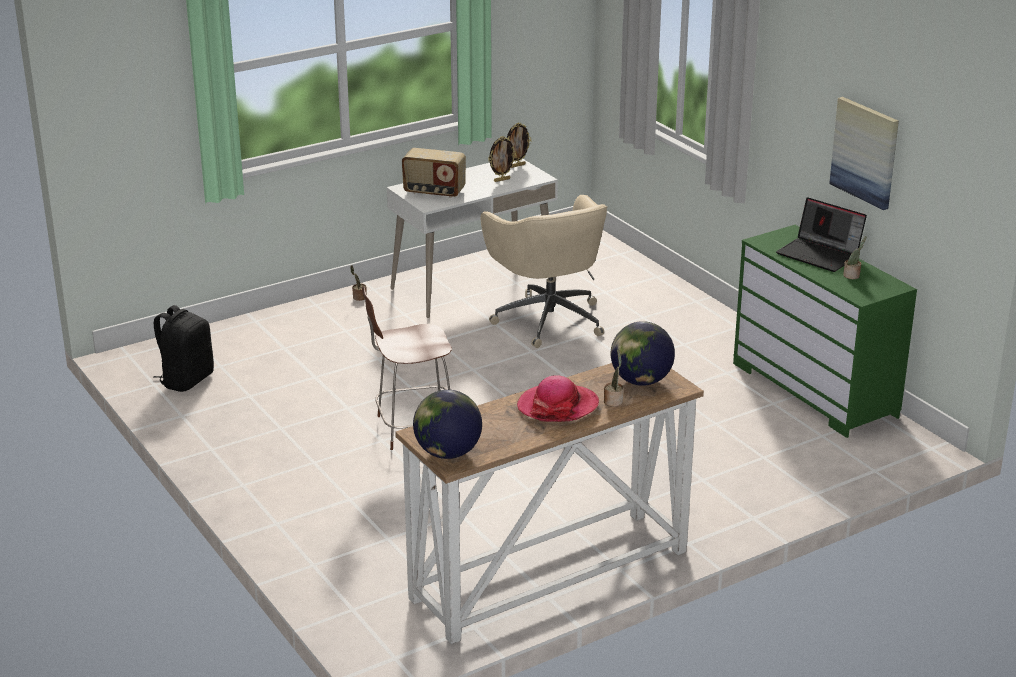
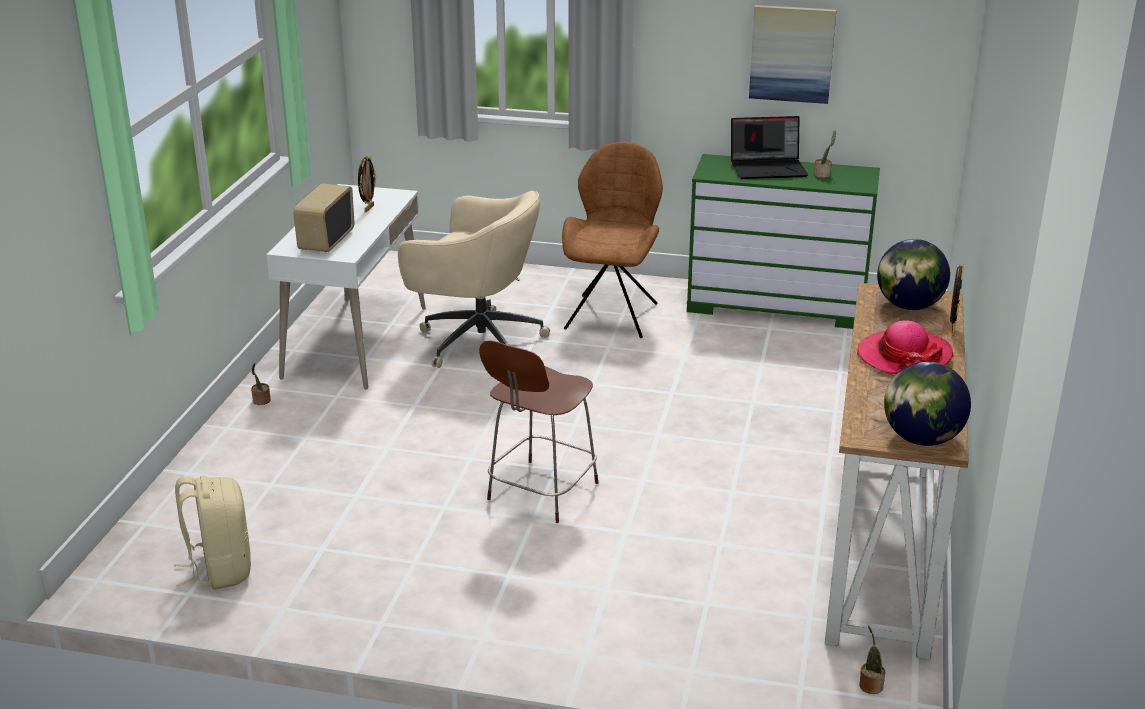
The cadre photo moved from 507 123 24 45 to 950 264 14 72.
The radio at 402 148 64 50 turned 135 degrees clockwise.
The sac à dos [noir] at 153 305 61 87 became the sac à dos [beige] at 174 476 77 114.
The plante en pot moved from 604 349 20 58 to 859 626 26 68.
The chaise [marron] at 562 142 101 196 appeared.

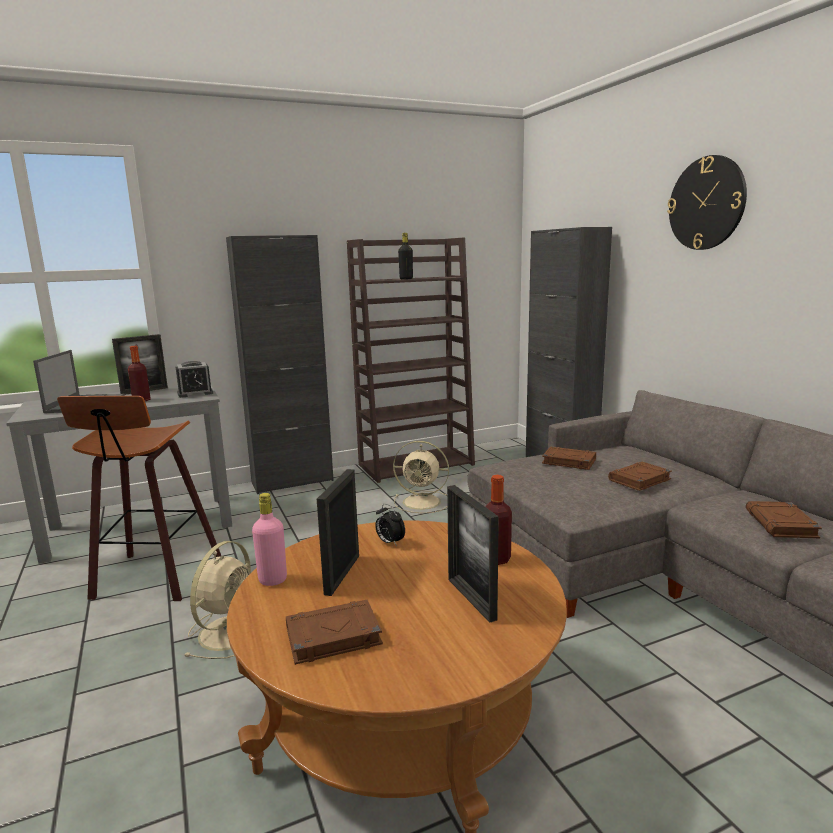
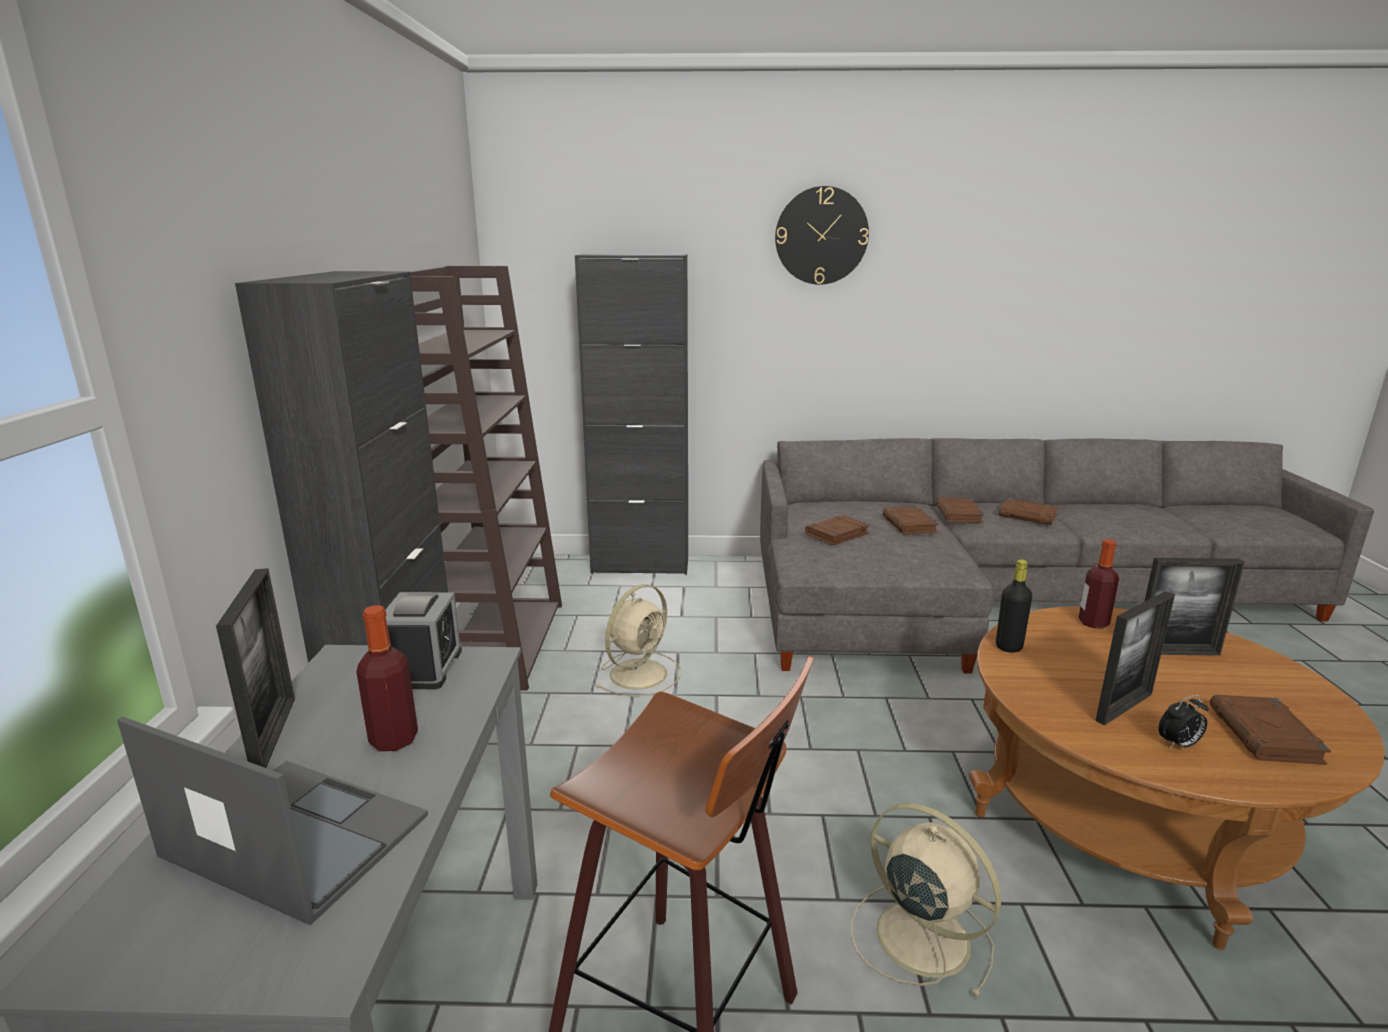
The bouteille [noir] moved from 398 233 15 46 to 996 560 36 93.
The cadre photo at 317 469 42 127 turned 75 degrees counterclockwise.
The bouteille [rose] at 252 493 35 93 disappeared.
The réveil moved from 375 504 30 43 to 1158 695 50 54.
The livre [marron] at 936 498 48 25 appeared.

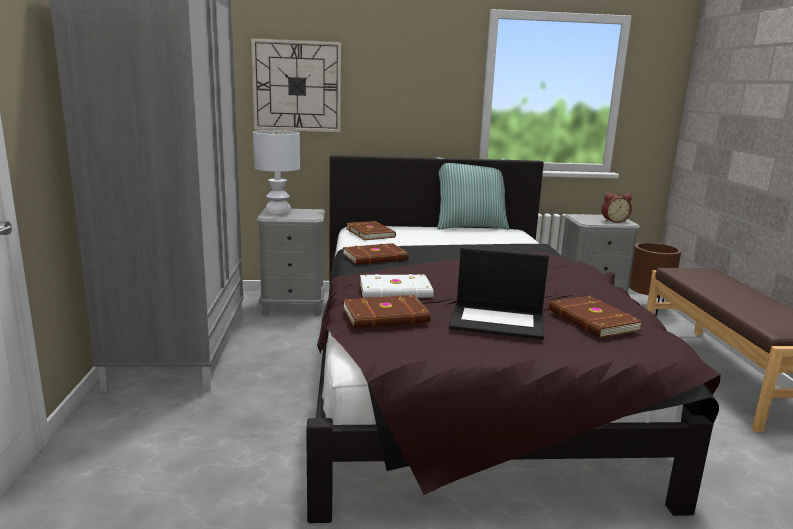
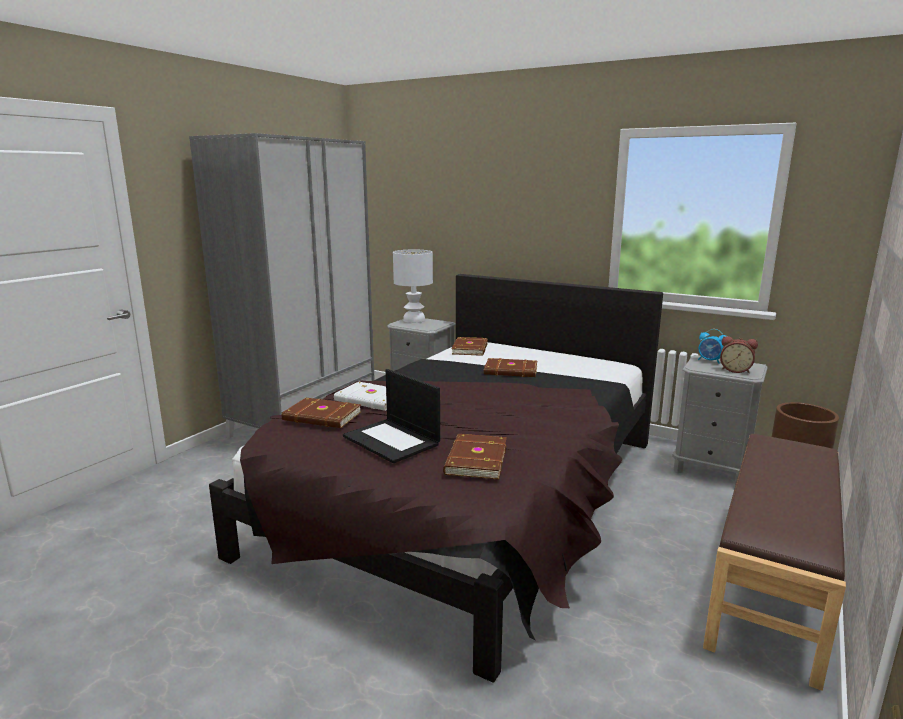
The horloge murale at 251 38 90 94 disappeared.
The coussin at 436 157 73 73 disappeared.
The livre [marron] moved from 343 243 66 21 to 484 358 53 19.
The réveil at 698 329 28 35 appeared.

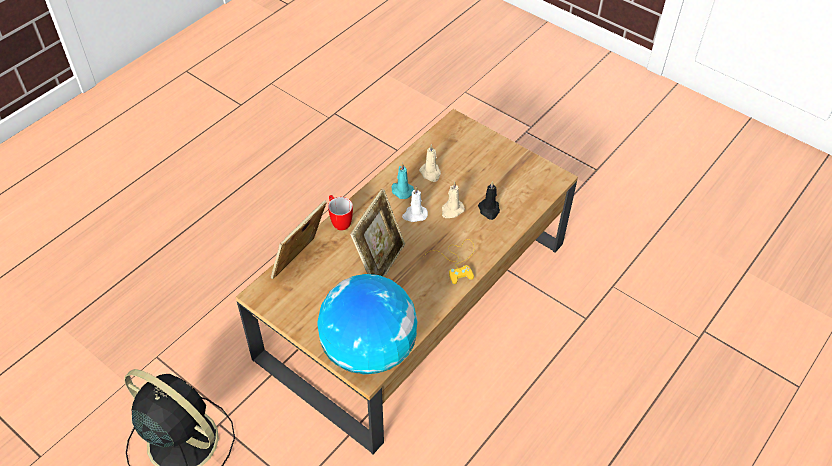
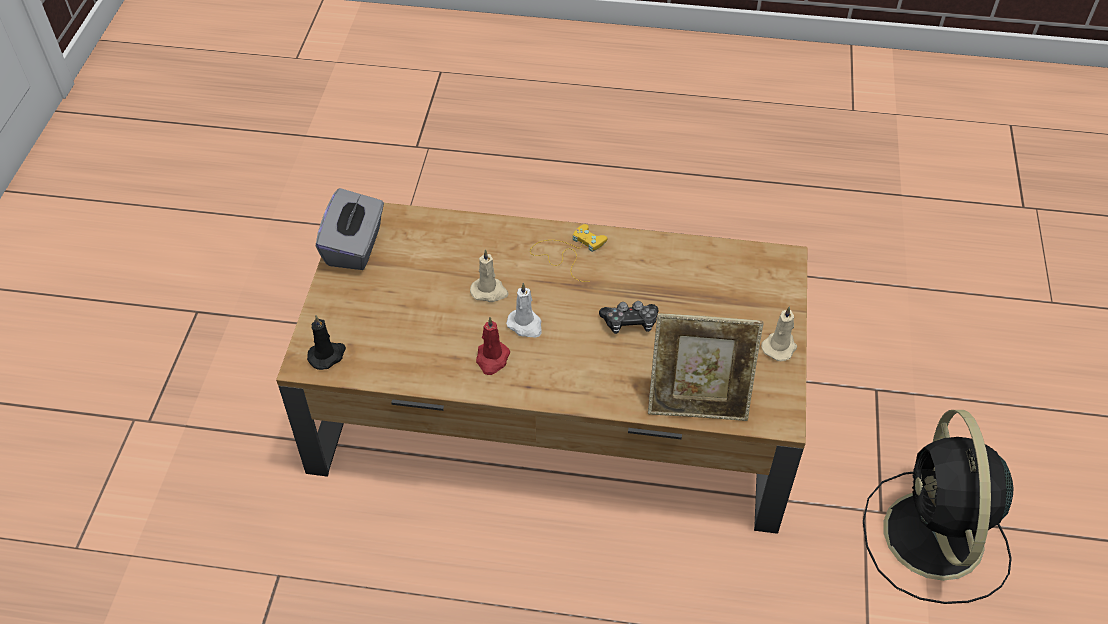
The bougie [beige] moved from 419 144 22 38 to 761 306 36 55.
The bougie [turquoise] at 392 163 22 36 became the bougie [rouge] at 476 317 34 58.
The bougie [noir] moved from 478 181 22 39 to 307 315 39 55.
The cadre photo at 350 188 55 89 was replaced by the manette at 599 301 59 33.
The mug at 328 195 25 35 disappeared.
The globe at 318 274 99 100 disappeared.
The boîte à mouchoirs [gris] at 316 188 68 82 appeared.

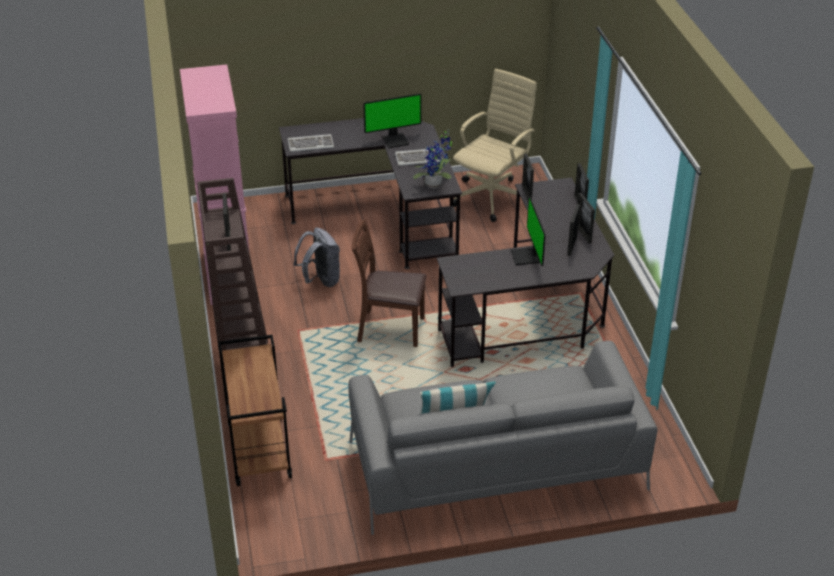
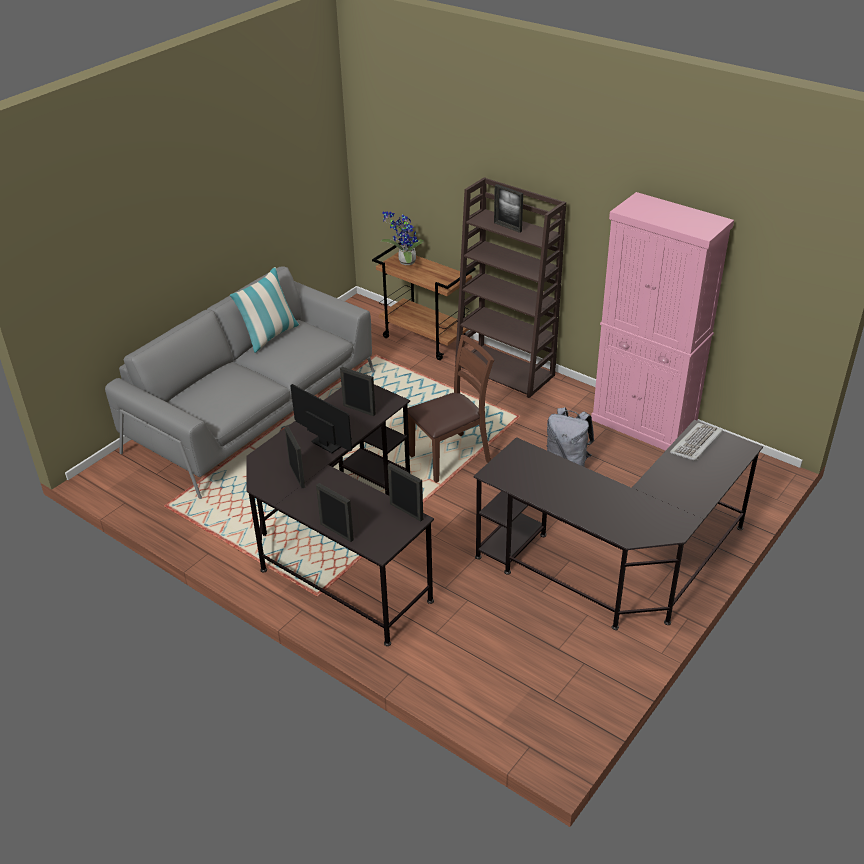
The chaise de bureau [beige] at 453 69 84 153 disappeared.
The écran d'ordinateur at 363 93 59 55 disappeared.
The plante en pot moved from 413 129 39 59 to 381 212 43 53.
The clavier at 395 148 47 18 disappeared.
The cadre photo moved from 577 193 18 50 to 340 367 36 49.

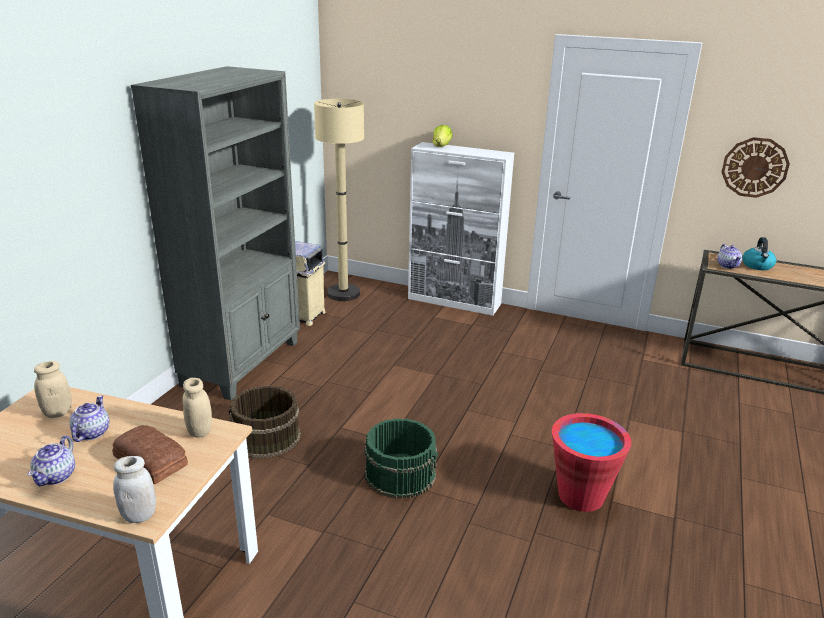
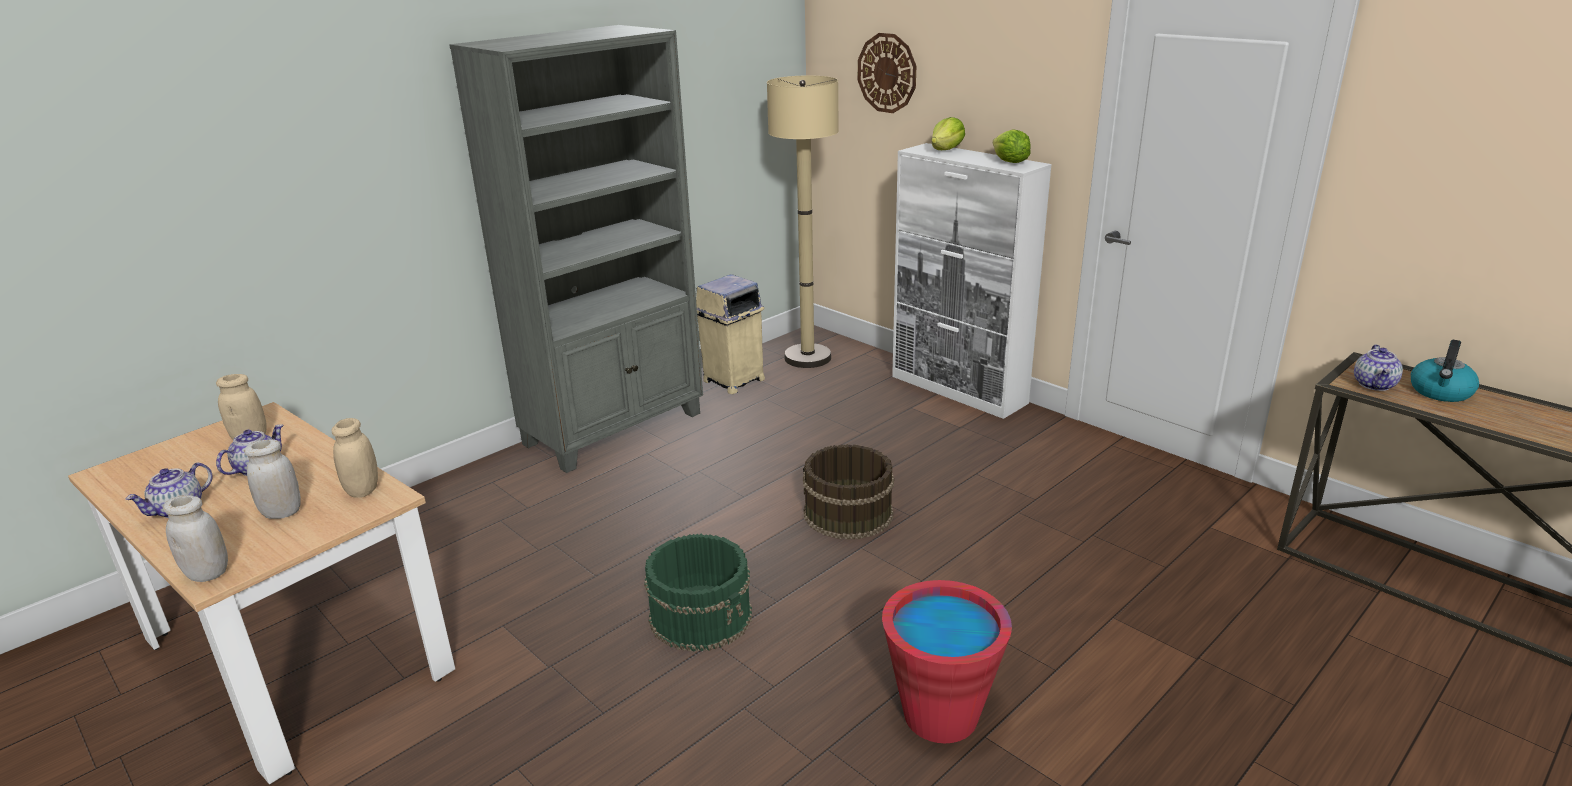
The horloge murale moved from 722 137 68 61 to 858 33 58 80.
The seau [marron] moved from 229 386 72 72 to 803 444 91 96.
The pain at 112 425 76 59 was replaced by the bocal [blanc] at 244 439 57 80.
The laitue at 993 129 38 34 appeared.

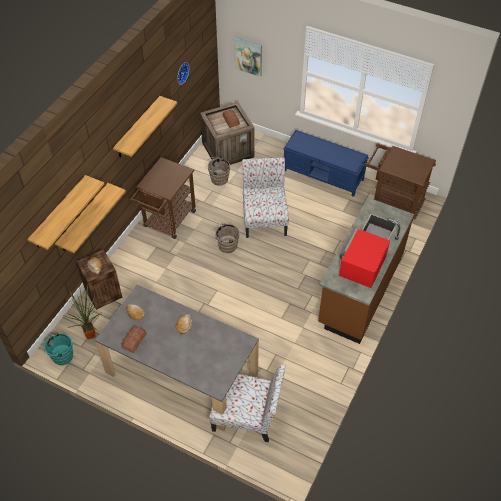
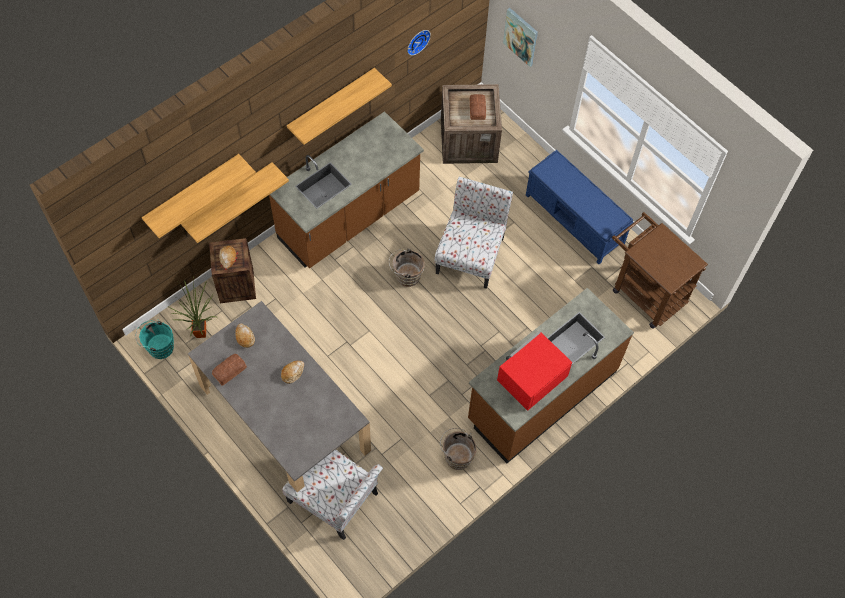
The chariot [marron] at 130 157 66 82 was replaced by the comptoir de cuisine [marron] at 269 111 155 157.
The seau [marron] moved from 205 157 25 29 to 440 428 37 42.

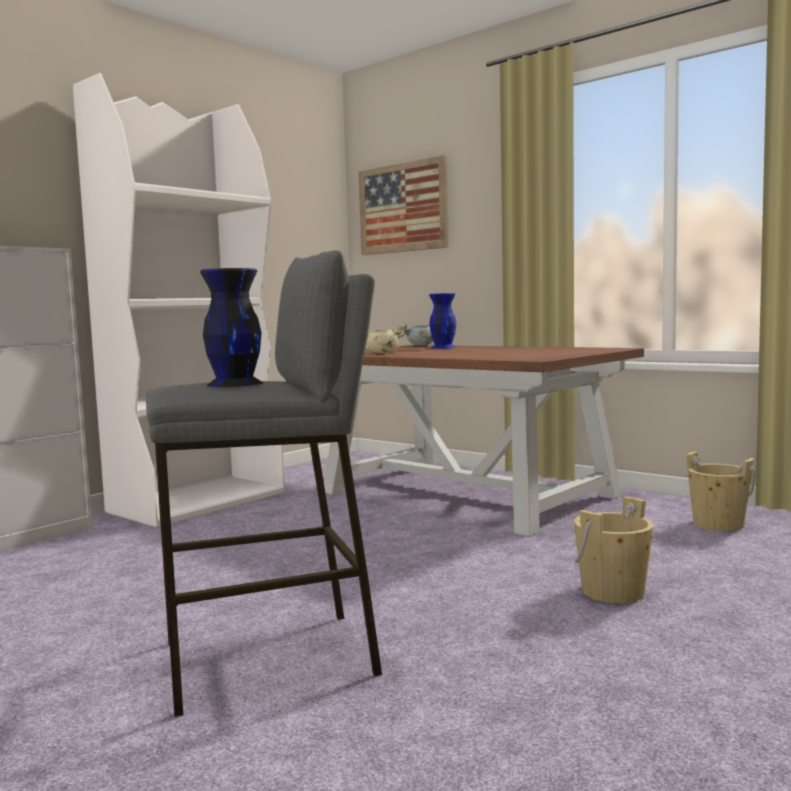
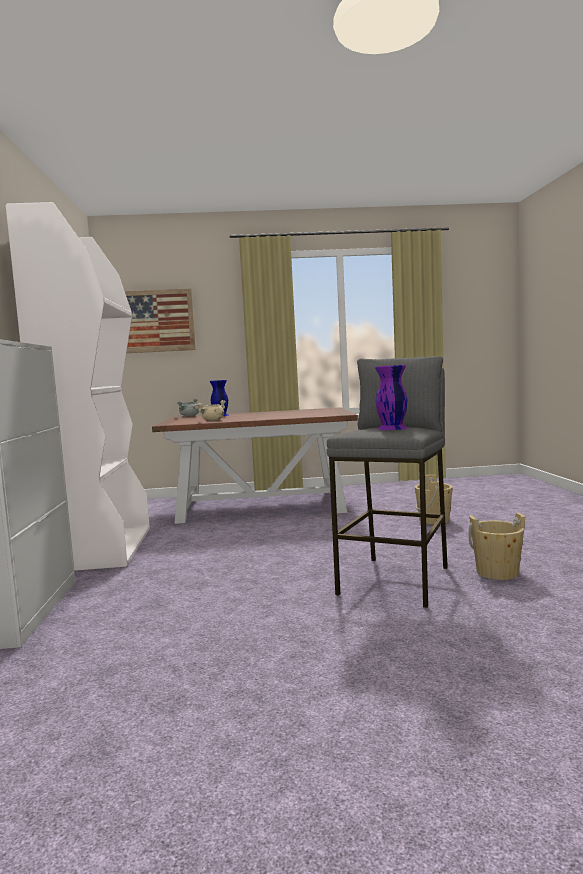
The vase [noir] at 200 268 63 119 became the vase [violet] at 375 365 33 65.
The seau [beige] moved from 686 452 69 79 to 469 513 56 67.

